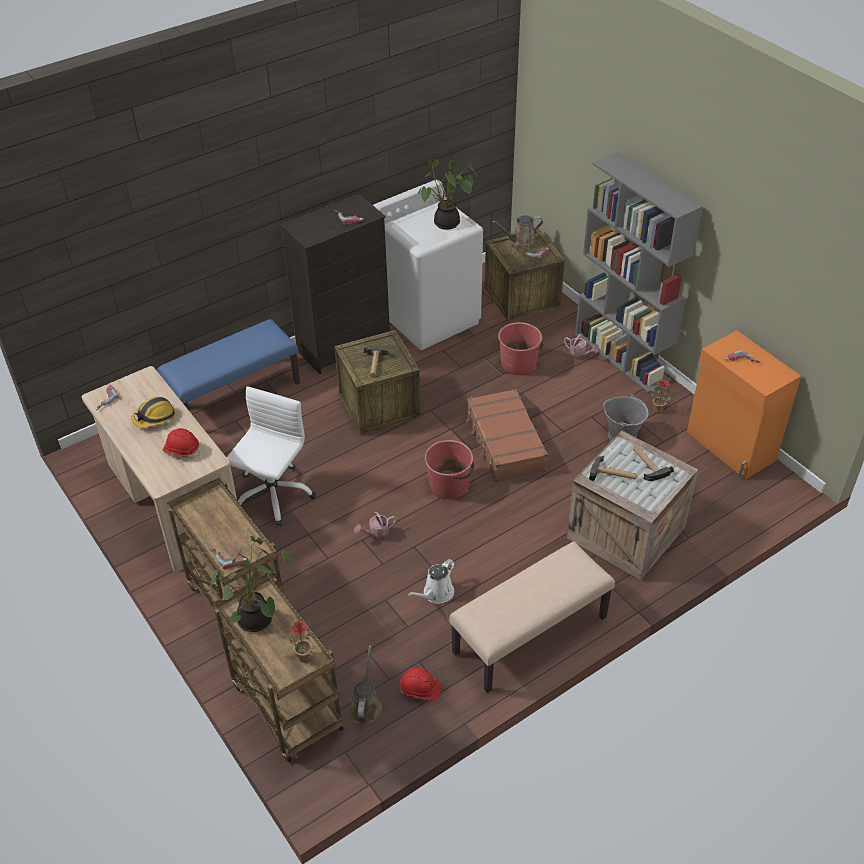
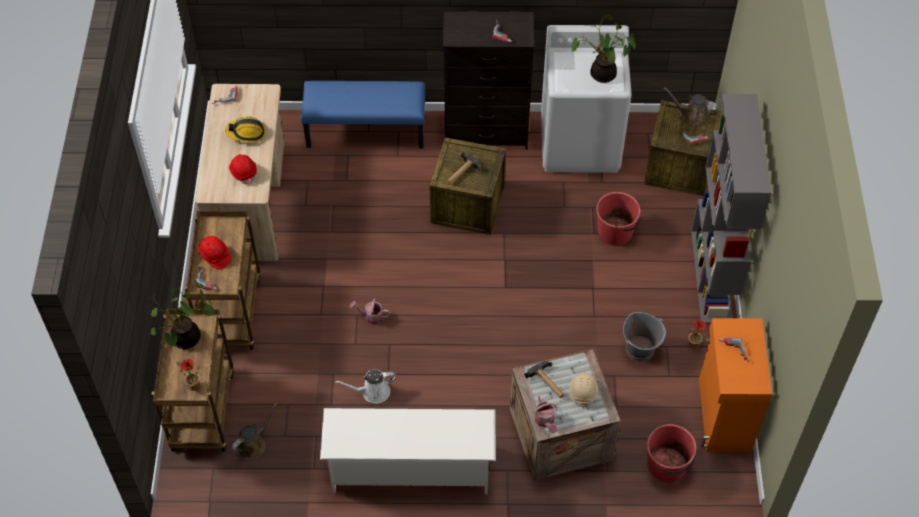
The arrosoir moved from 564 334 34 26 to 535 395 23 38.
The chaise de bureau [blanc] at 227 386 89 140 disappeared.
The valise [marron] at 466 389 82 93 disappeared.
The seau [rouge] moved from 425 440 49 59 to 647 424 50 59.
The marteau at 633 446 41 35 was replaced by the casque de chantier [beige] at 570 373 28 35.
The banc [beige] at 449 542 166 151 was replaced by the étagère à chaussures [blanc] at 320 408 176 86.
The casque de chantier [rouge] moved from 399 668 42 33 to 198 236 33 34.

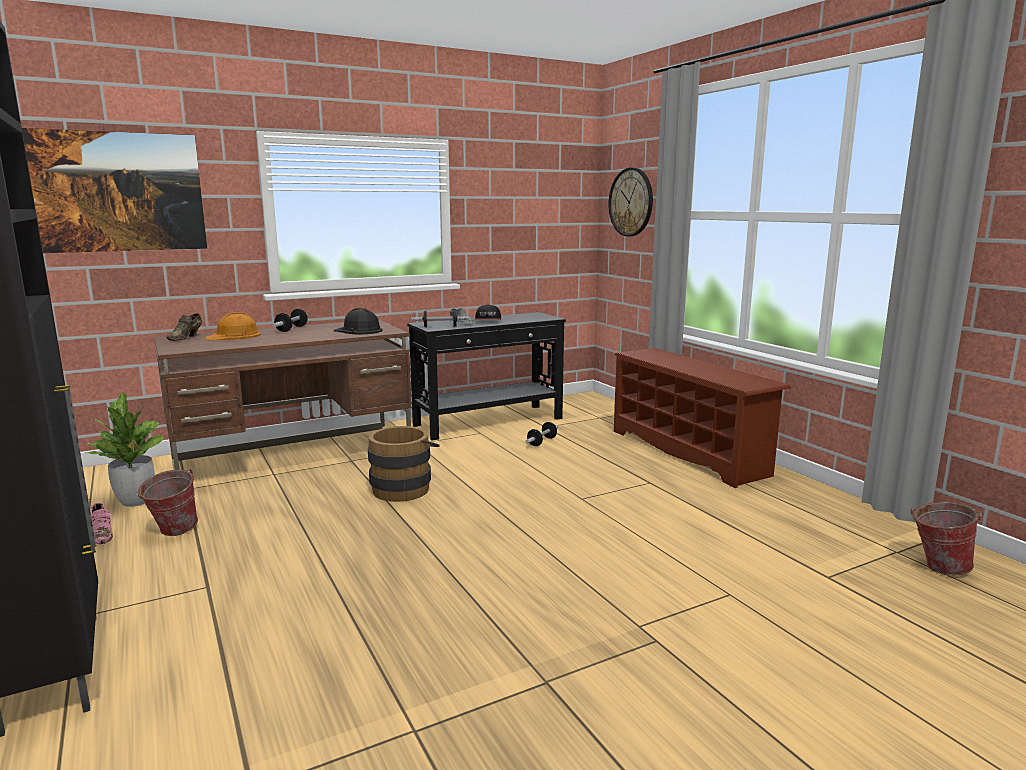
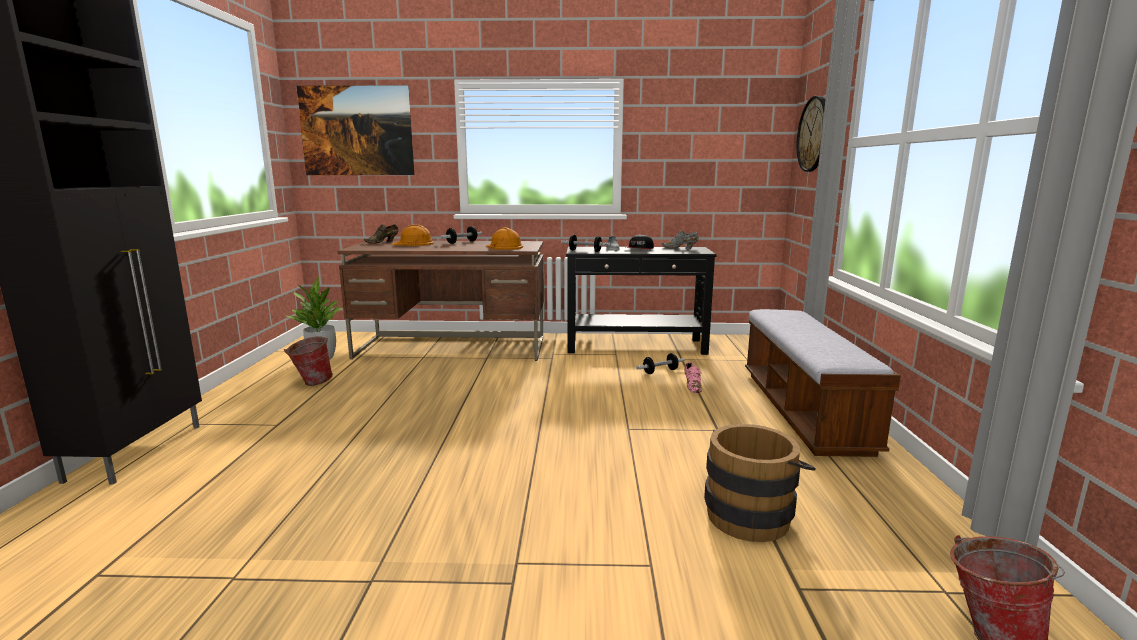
The casque de chantier [noir] at 333 308 49 27 became the casque de chantier [orange] at 486 227 37 23.
The étagère à chaussures [marron] at 614 348 177 140 was replaced by the banc at 745 309 156 148.
The seau [marron] moved from 368 426 72 76 to 704 424 112 118.
The chaussure [rose] moved from 91 503 22 42 to 684 362 18 31.
The chaussure [gris] at 661 231 38 18 appeared.

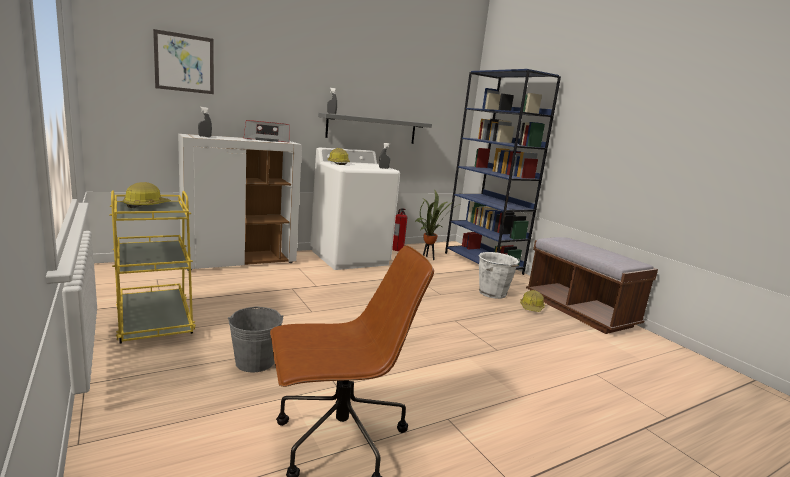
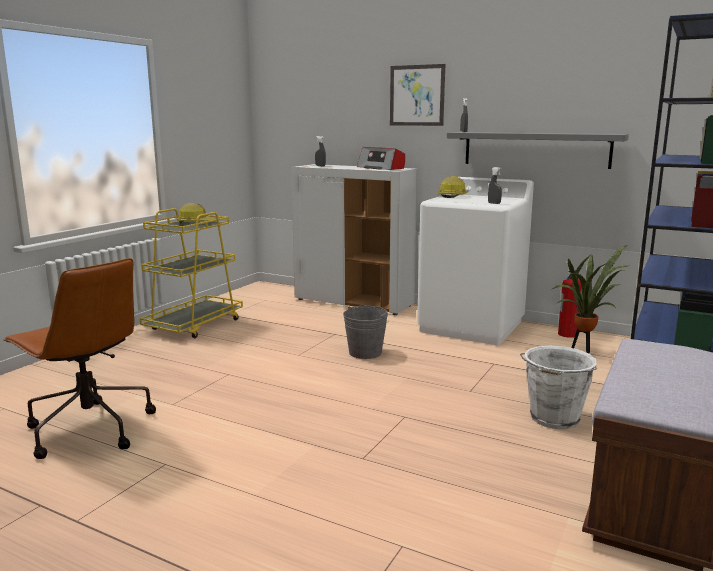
The tableau moved from 153 29 61 65 to 390 64 55 62.
The casque de chantier at 520 290 25 22 disappeared.
The seau [gris] moved from 228 306 56 66 to 343 306 45 53.

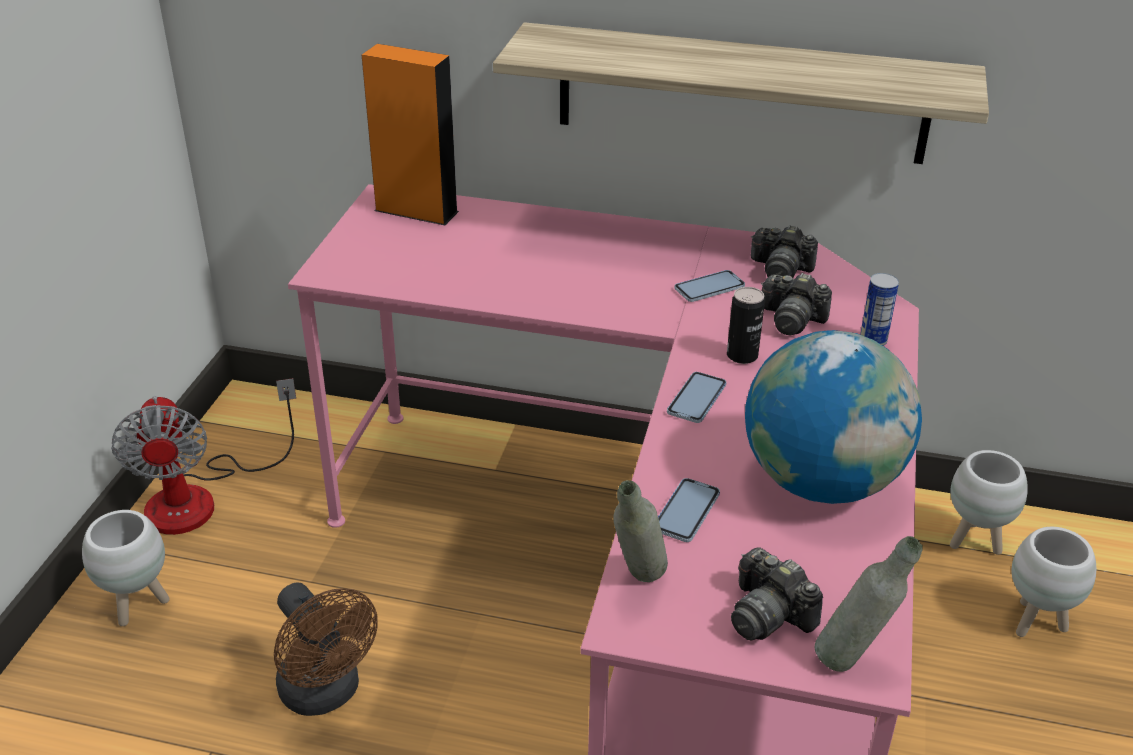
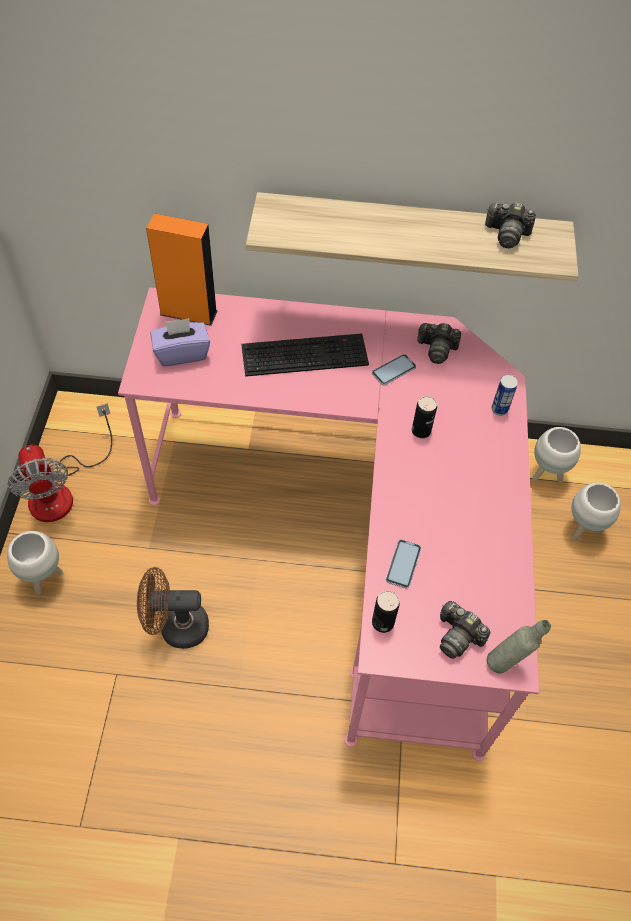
The appareil photo moved from 761 273 71 63 to 485 202 51 46.
The globe at 745 330 177 174 disappeared.
The téléphone at 667 372 60 51 disappeared.
The bouteille [gris] at 613 480 55 102 was replaced by the boîte métallique at 372 591 28 42.
The ventilateur [marron] at 274 582 104 134 turned 135 degrees clockwise.
The boîte à mouchoirs [violet] at 150 318 60 48 appeared.
The clavier at 241 333 128 44 appeared.

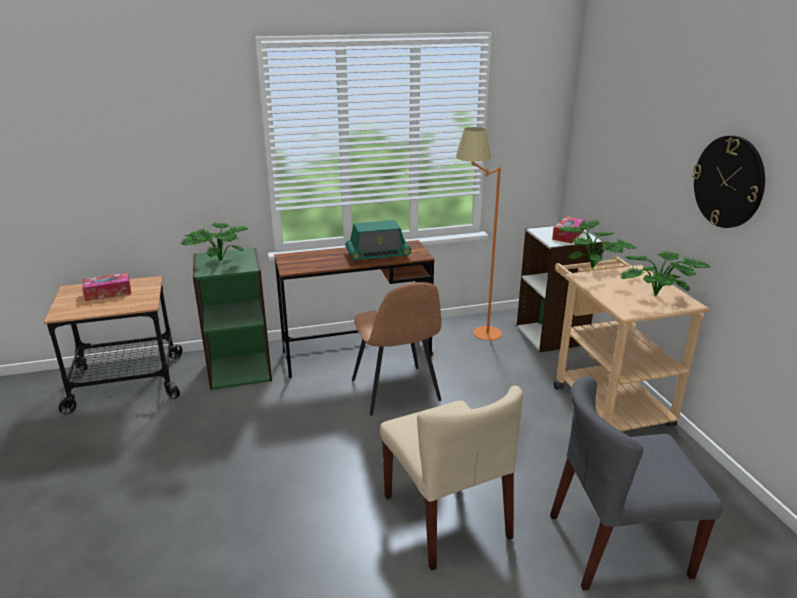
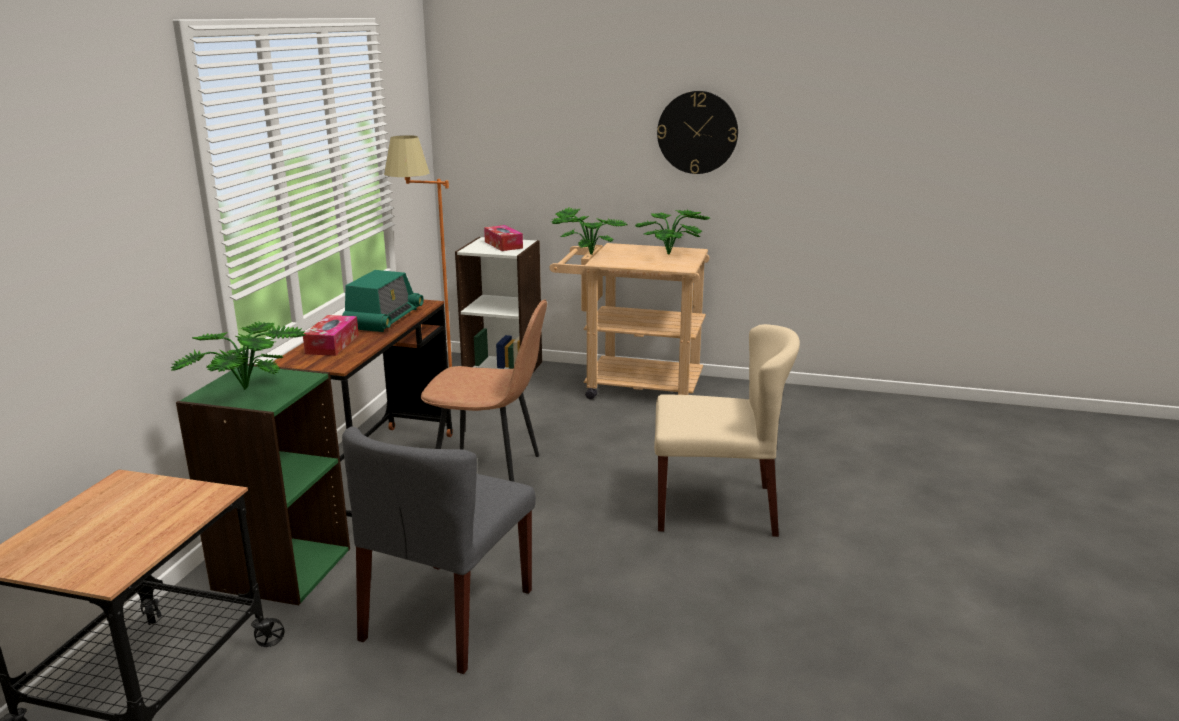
The boîte à mouchoirs moved from 82 273 49 28 to 303 315 56 41.
The chaise [gris] moved from 550 376 172 215 to 342 427 194 247.

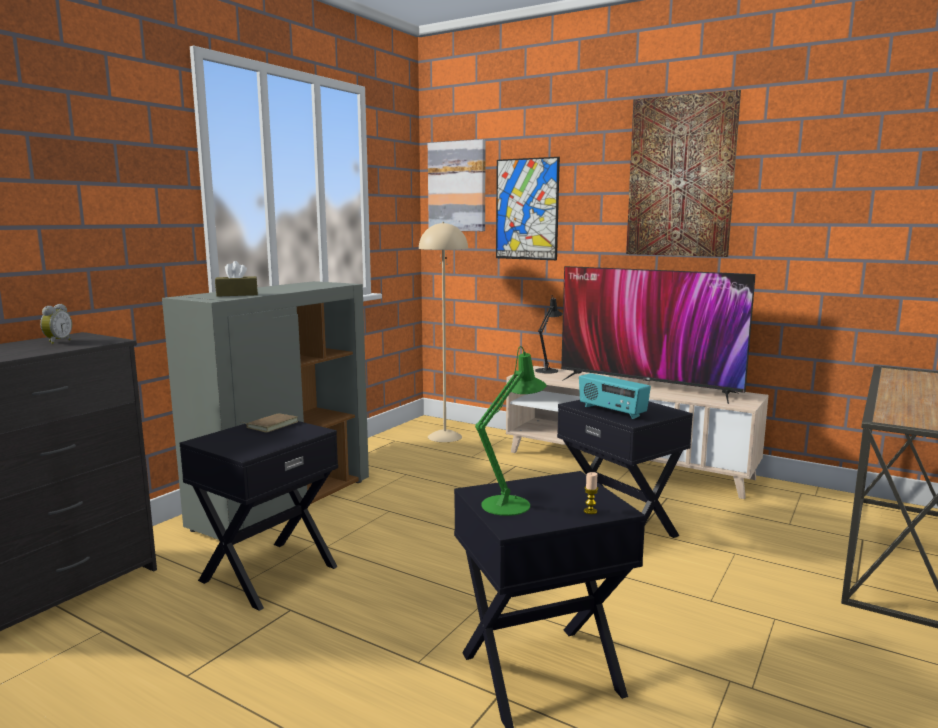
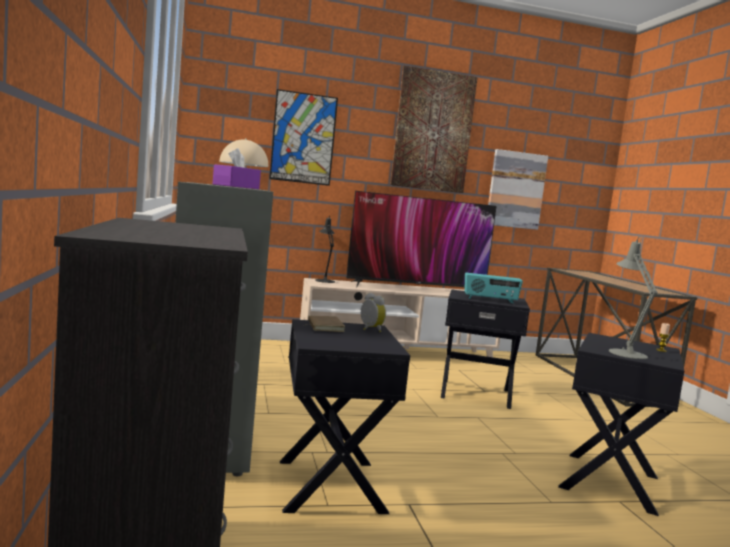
The tableau moved from 428 139 58 92 to 488 149 60 81.
The boîte à mouchoirs [marron] at 215 261 43 36 became the boîte à mouchoirs [violet] at 213 148 48 41.
The réveil moved from 40 304 32 40 to 361 293 25 39.
The lampe de table [vert] at 475 346 71 170 became the lampe de table [gris] at 609 236 49 123.

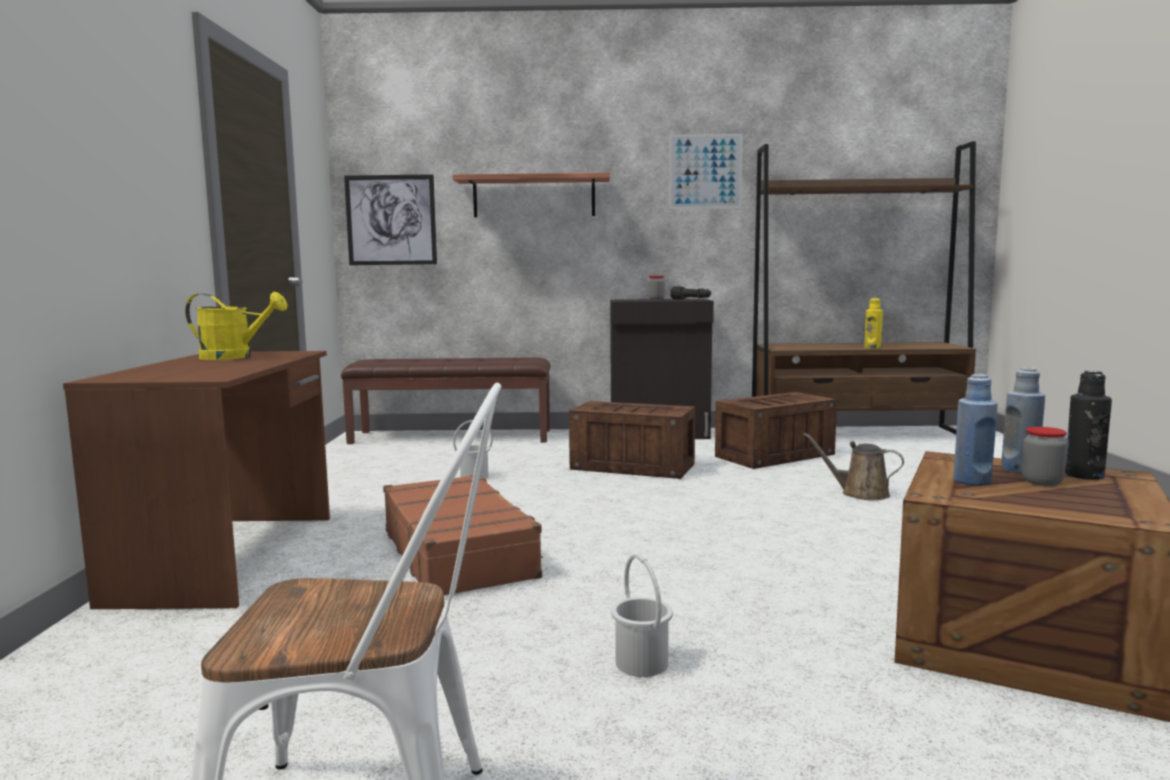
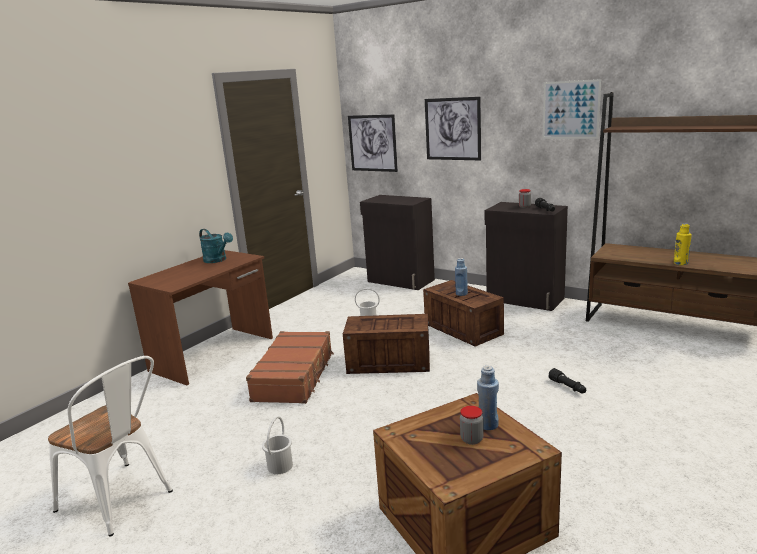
The étagère at 452 172 158 45 was replaced by the tableau at 425 97 56 63.
The arrosoir [jaune] at 185 292 103 68 became the arrosoir [turquoise] at 199 229 34 34.
The banc [marron] at 341 357 210 87 was replaced by the meuble de rangement [noir] at 360 195 75 95.
The bouteille [noir] at 1065 371 47 109 disappeared.
The bouteille [bleu] moved from 953 374 45 112 to 455 258 13 38.
The caisse moved from 715 392 122 77 to 343 314 87 60.
The arrosoir [marron] at 803 433 101 67 was replaced by the lampe de poche [noir] at 549 368 37 25.

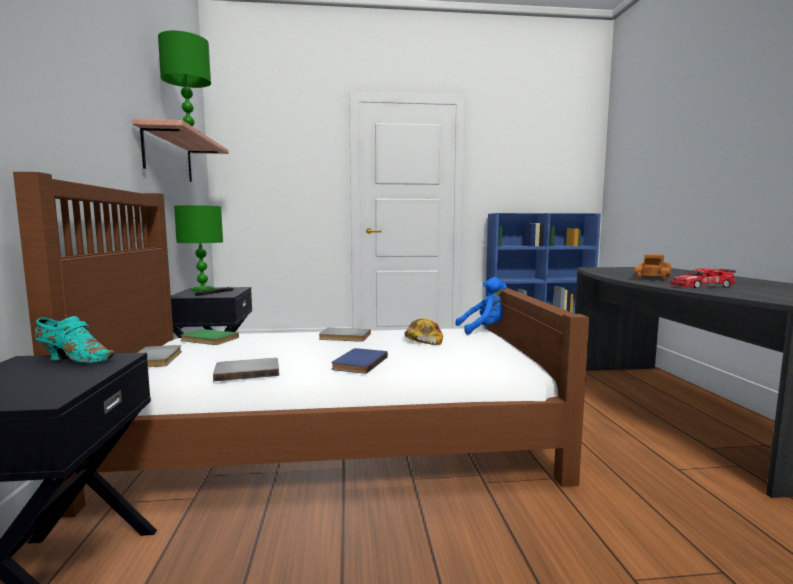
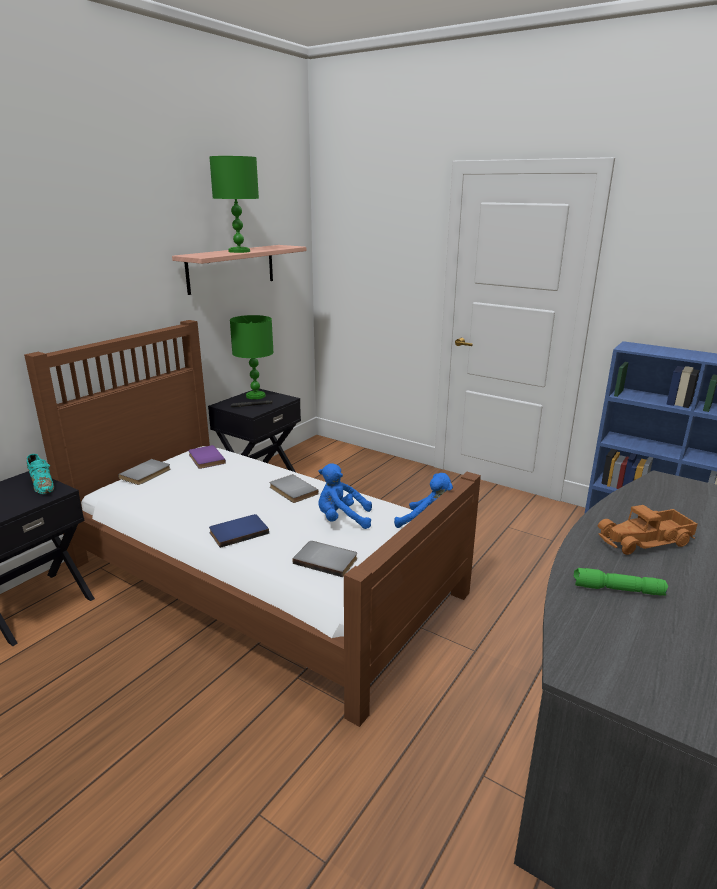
The petite voiture at 670 268 66 20 was replaced by the lampe de poche [vert] at 574 568 94 28.
The casquette at 404 318 39 27 was replaced by the peluche [bleu] at 318 463 54 66.
The livre [vert] at 180 329 59 16 became the livre [violet] at 188 445 38 24.
The livre [gris] moved from 213 358 66 23 to 293 541 64 36.

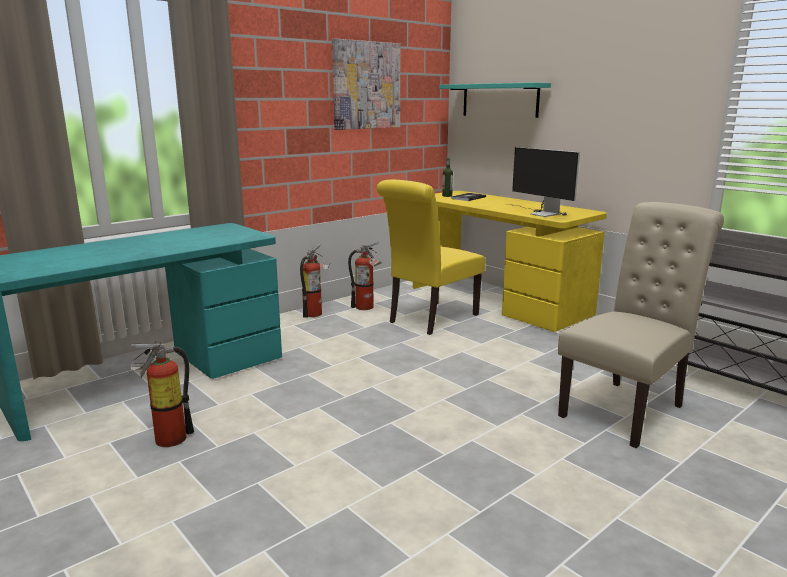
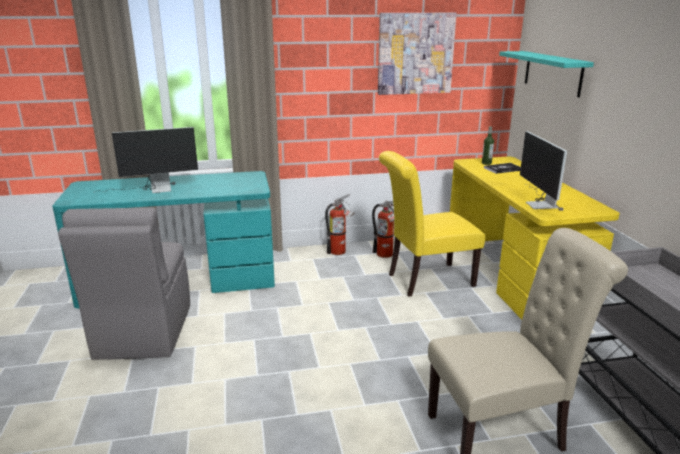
The extincteur at 130 341 64 106 was replaced by the chaise [gris] at 58 207 132 153.
The écran d'ordinateur at 99 127 99 66 appeared.

